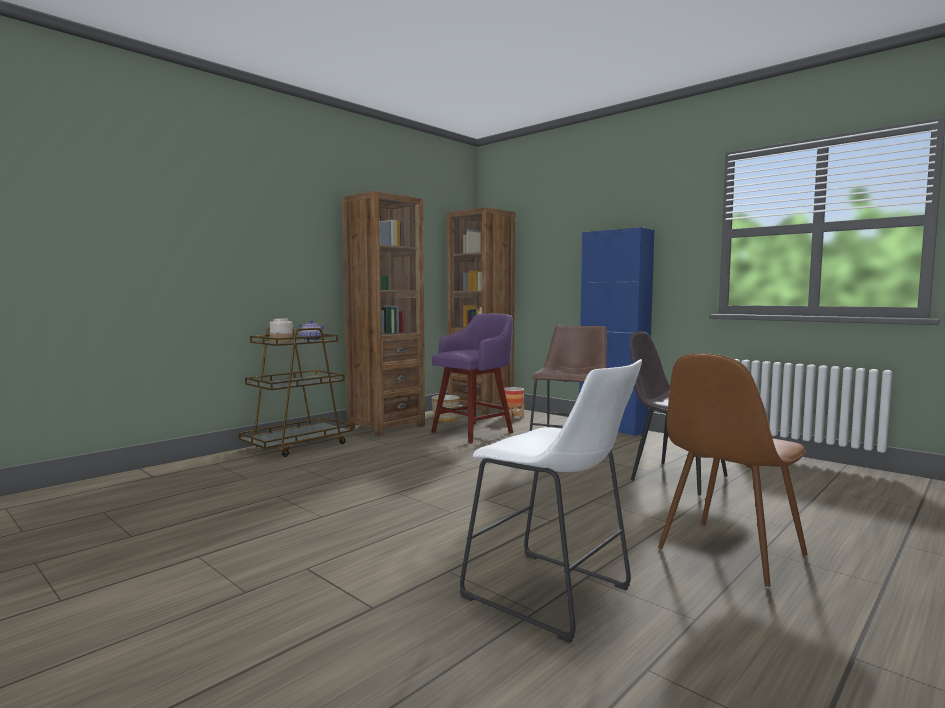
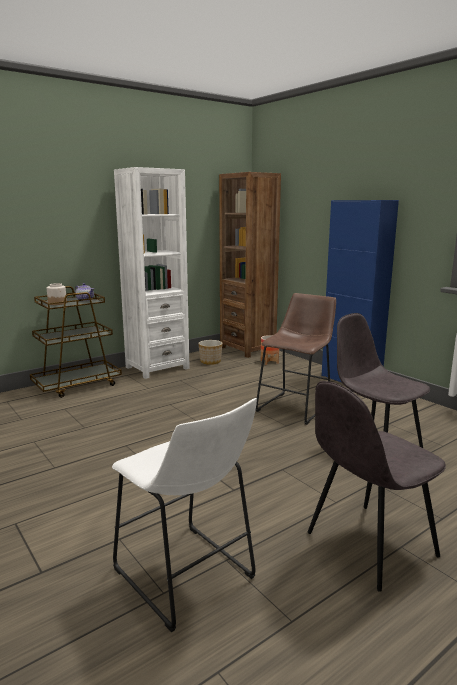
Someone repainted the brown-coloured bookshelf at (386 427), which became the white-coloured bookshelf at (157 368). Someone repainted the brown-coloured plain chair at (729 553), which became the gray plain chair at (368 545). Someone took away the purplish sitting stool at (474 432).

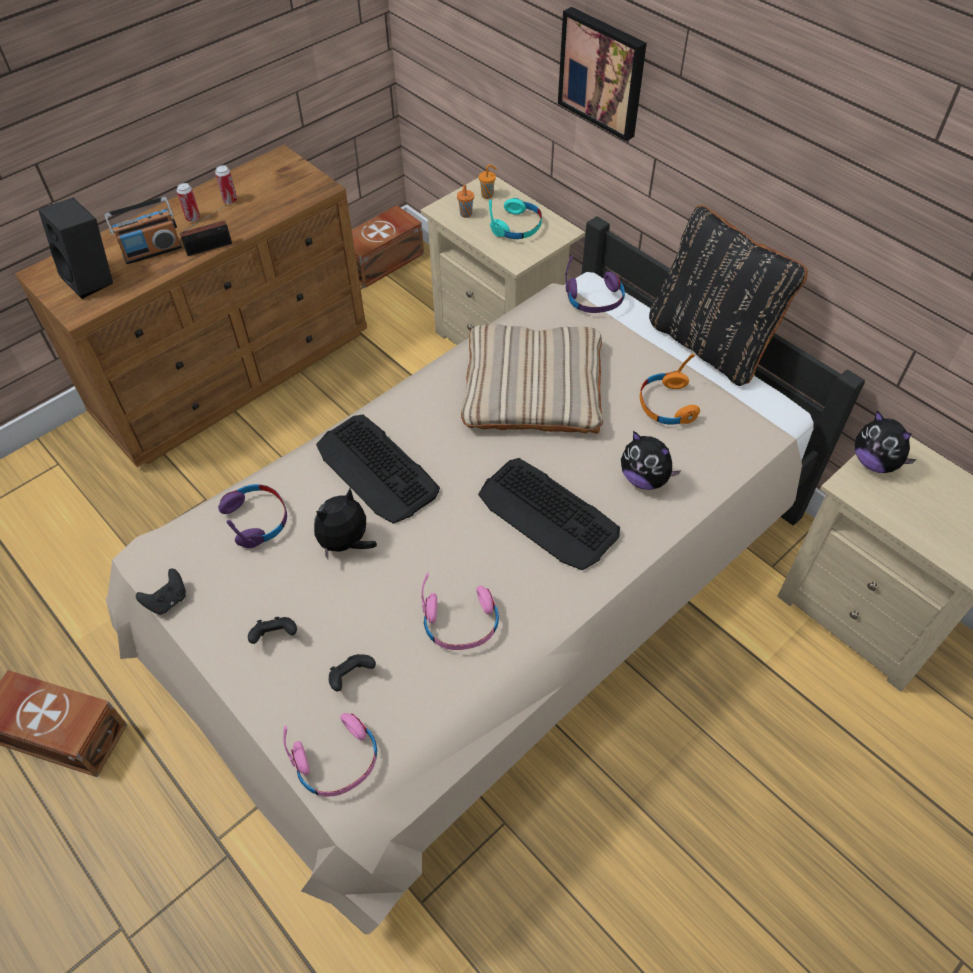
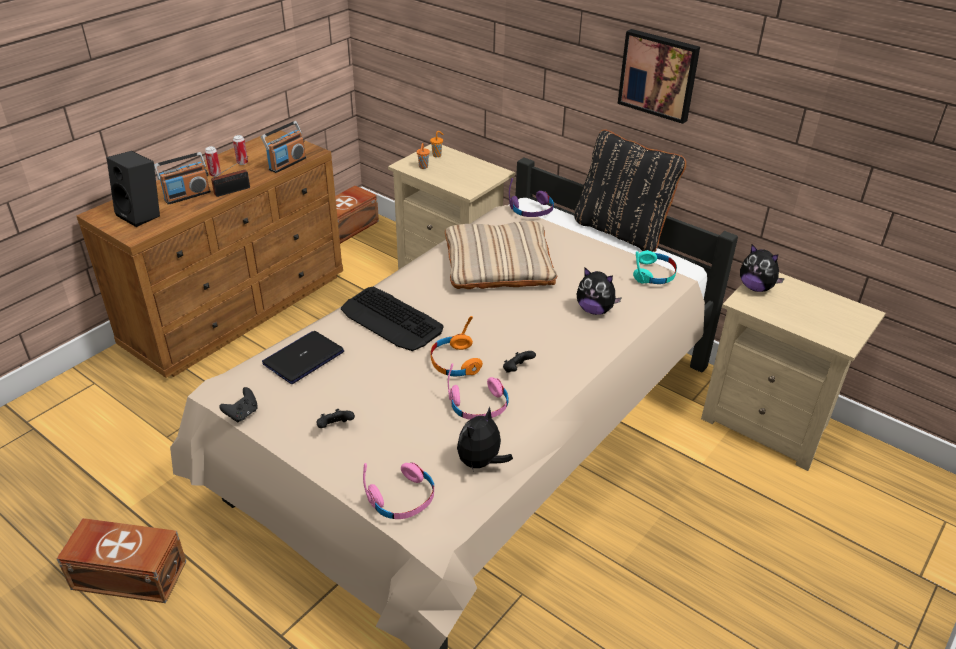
Someone put down the radio set at (287 164). Someone swapped the purplish headset at (257 519) for the notebook computer at (303 358). Someone carried the orange headset from (666 405) to (455 362). Someone carried the plush toy from (346 543) to (481 463). Someone carried the black-coloured joypad from (351 677) to (517 370). Someone carried the wall picture from (603 73) to (659 75). Someone carried the turquoise-coloured headset from (517 227) to (654 274). Someone took away the keyboard at (548 514).

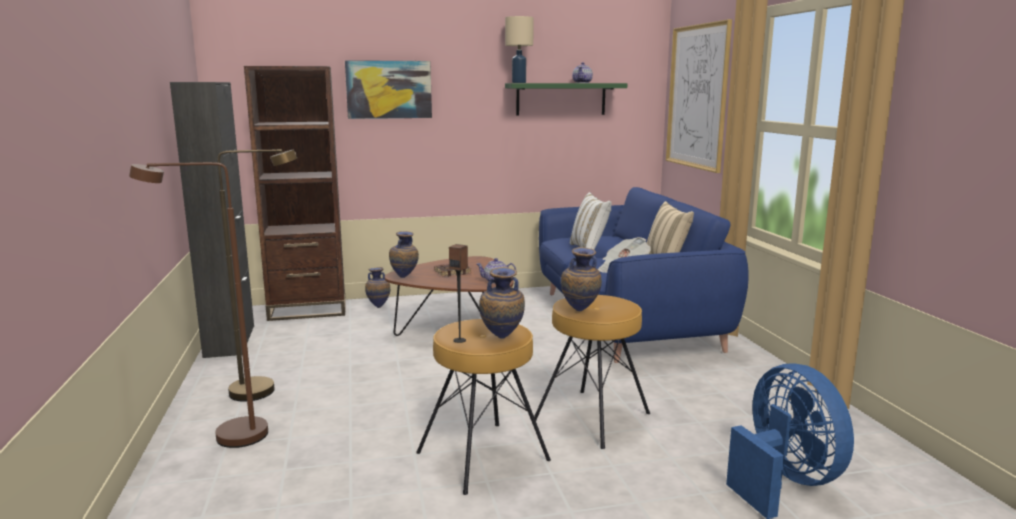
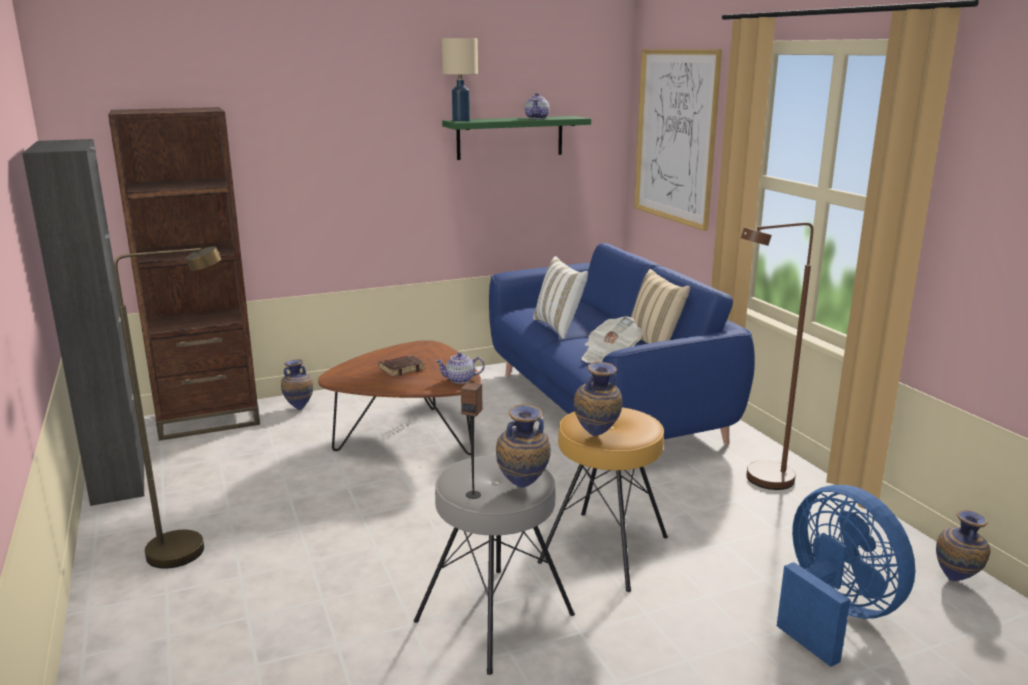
Someone repainted the brown-coloured sitting stool at (483 456), which became the gray sitting stool at (495 618). Someone carried the brown-coloured standard lamp from (227 438) to (760 482). Someone carried the vase from (404 278) to (956 581). Someone took away the wall picture at (389 89).

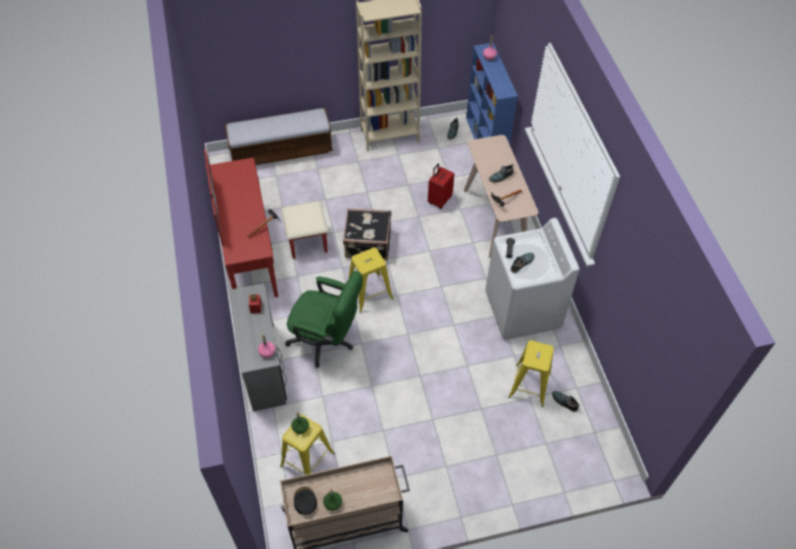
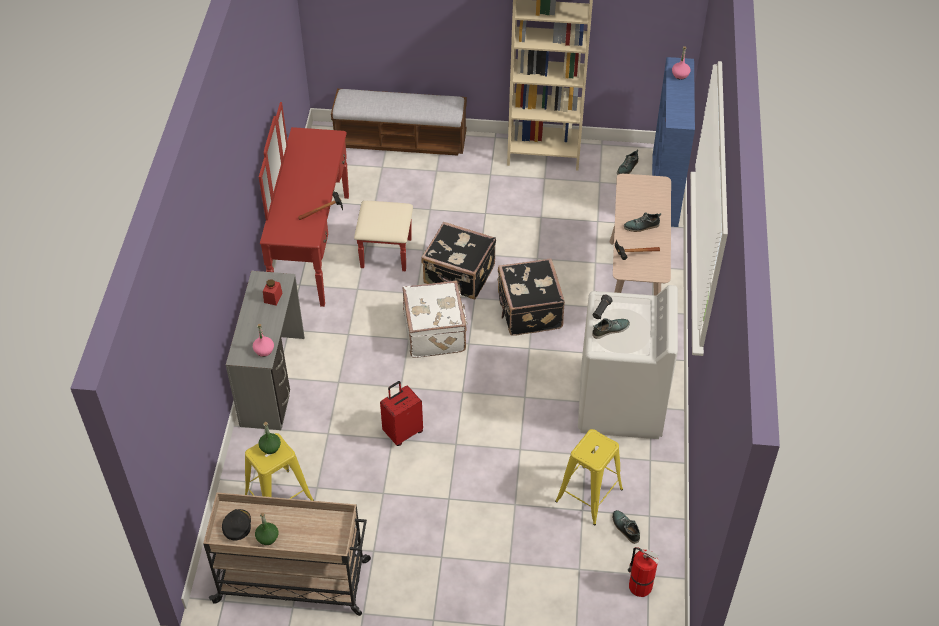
Someone carried the red suitcase from (439 200) to (402 432). Someone swapped the yellow-coloured sitting stool at (369 293) for the white-coloured suitcase at (436 332). Someone put down the black-coloured suitcase at (528 311). Someone put down the fire extinguisher at (639 585). Someone took away the greenish desk chair at (326 341).

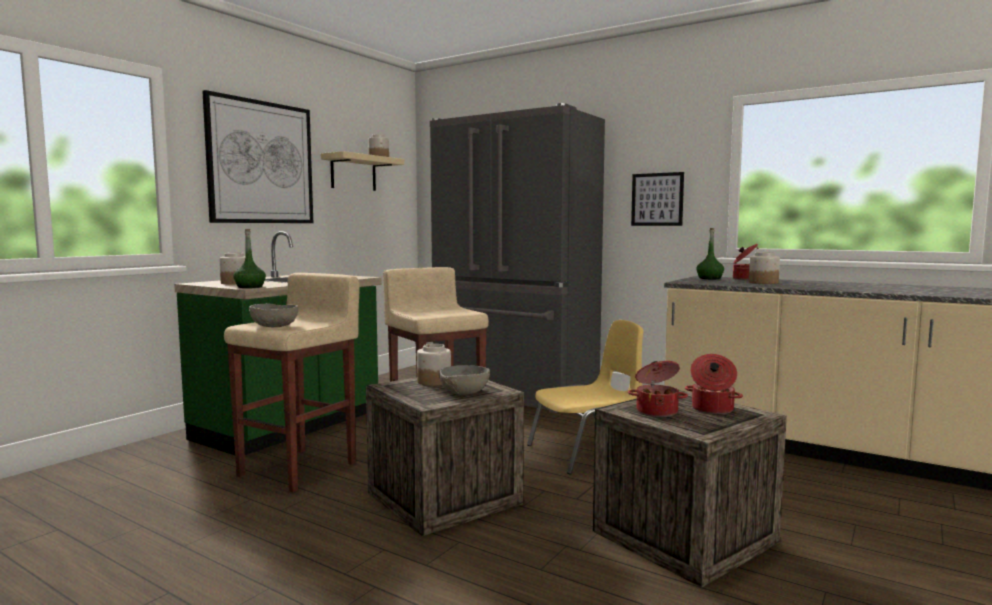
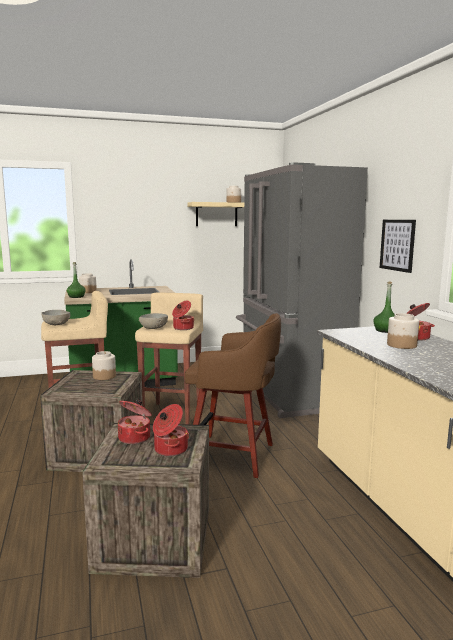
Someone carried the gray deep dish from (464 392) to (153 328). Someone put down the cooking pot at (182 328). Someone swapped the yellow-coloured plain chair at (588 453) for the brown-coloured sitting stool at (234 455). Someone took away the wall picture at (261 162).

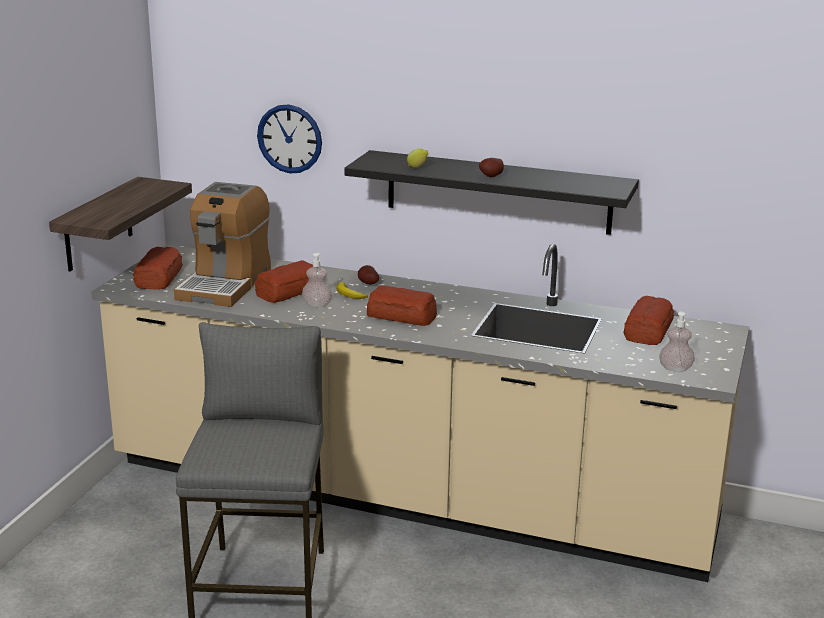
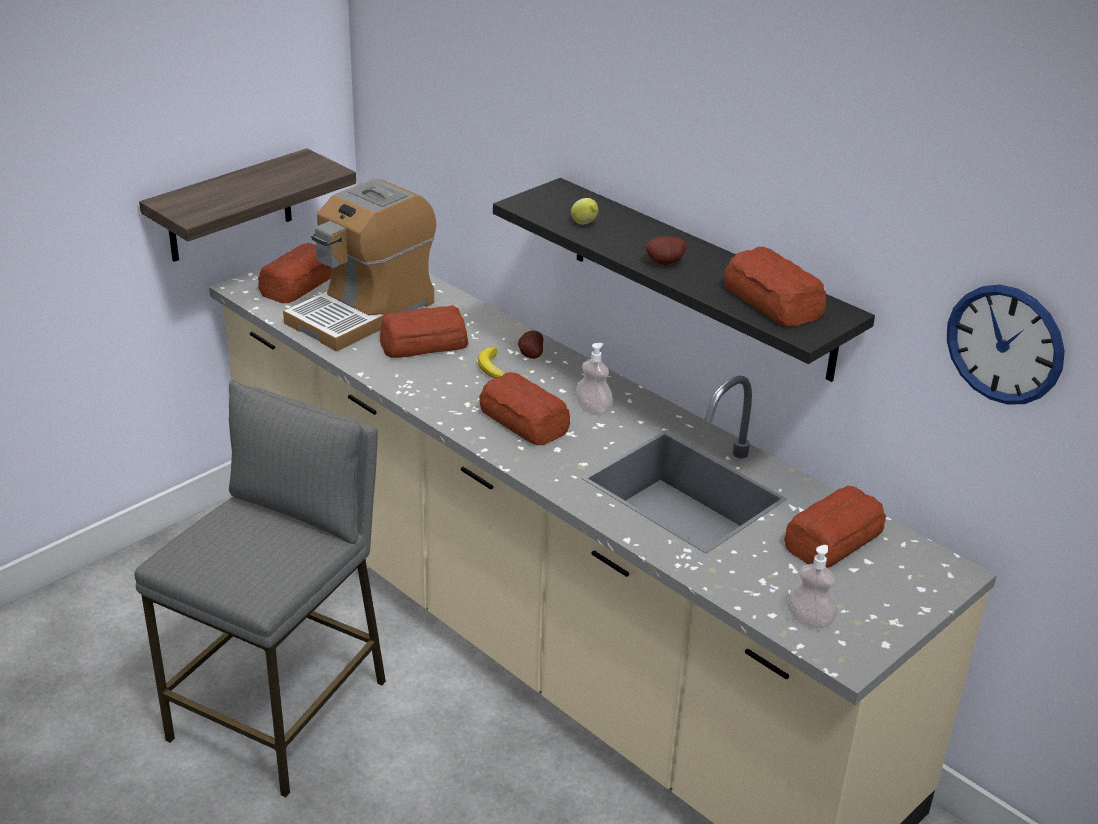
Someone carried the liquid soap bottle from (317 304) to (593 409). Someone put down the bakery bread at (773 302). Someone carried the clock on the wall from (289 138) to (1005 344).

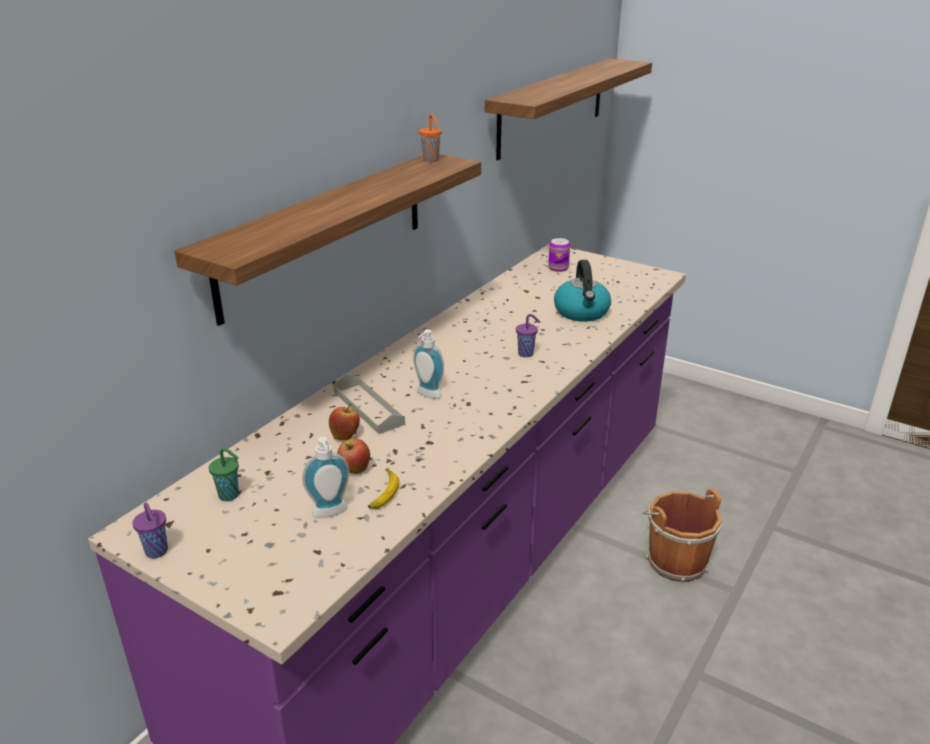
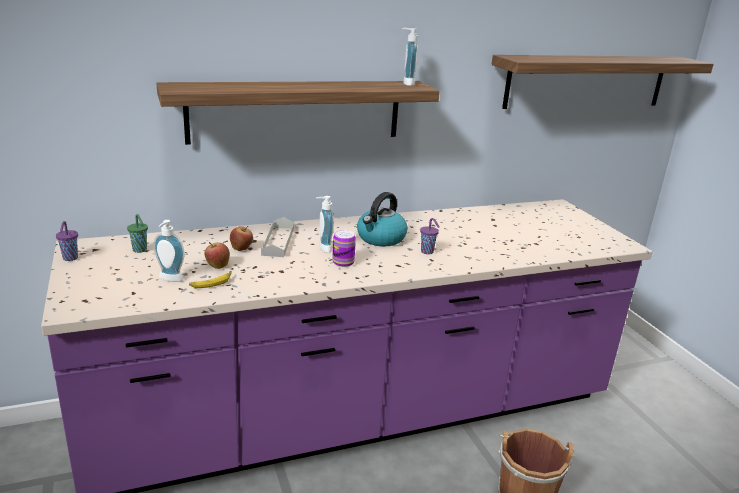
Someone carried the can from (558 268) to (343 262). Someone carried the water kettle from (582 312) to (381 238). Someone swapped the orange small cup at (431 160) for the liquid soap bottle at (406 83).

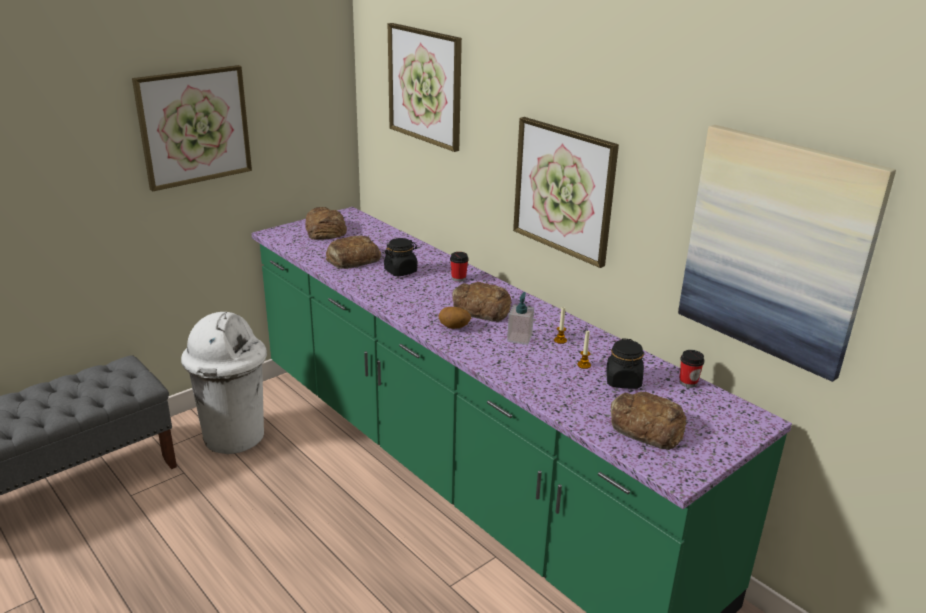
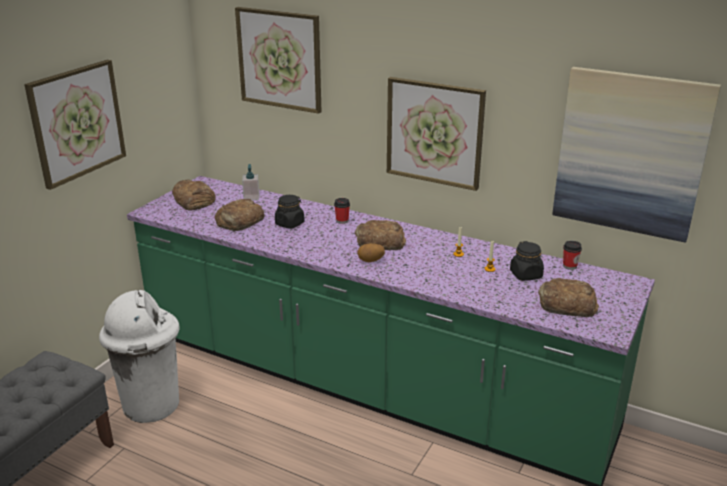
Someone carried the liquid soap bottle from (519 338) to (251 197).

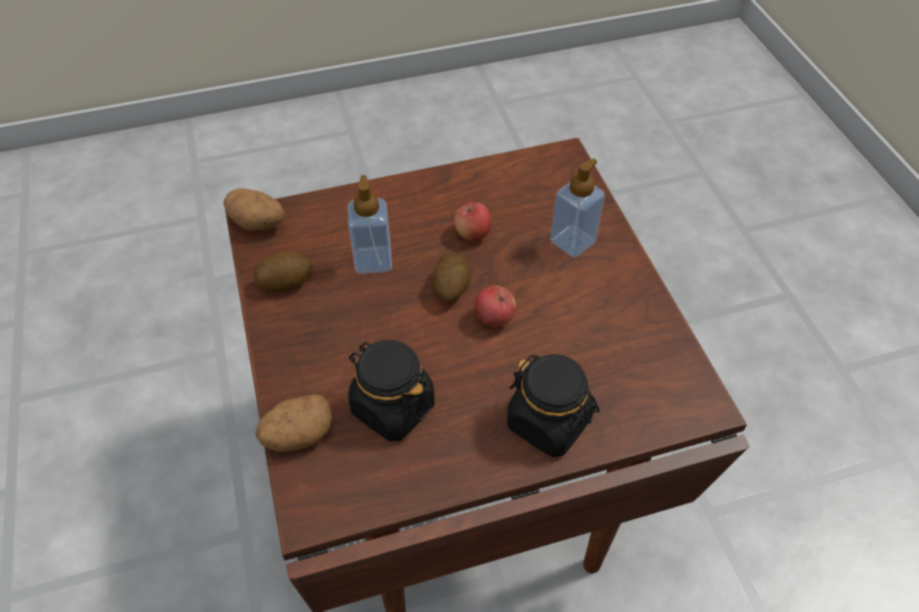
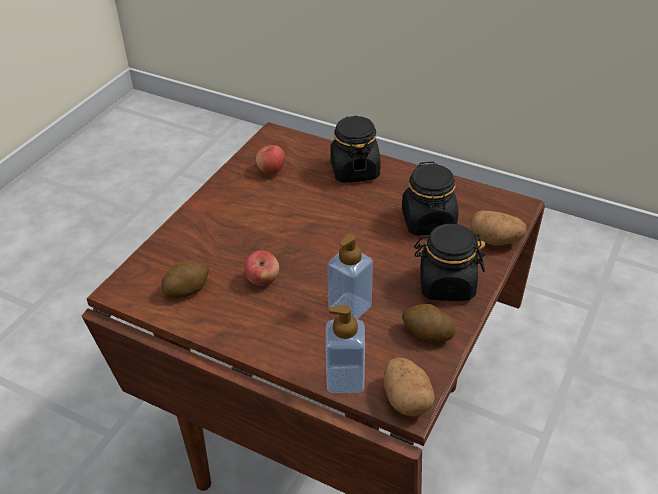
Someone carried the whole potato from (451 288) to (187 289). Someone carried the whole apple from (494 318) to (271 170). Someone carried the liquid soap bottle from (572 241) to (345 379). Someone put down the black-coloured storage jar at (446 284).

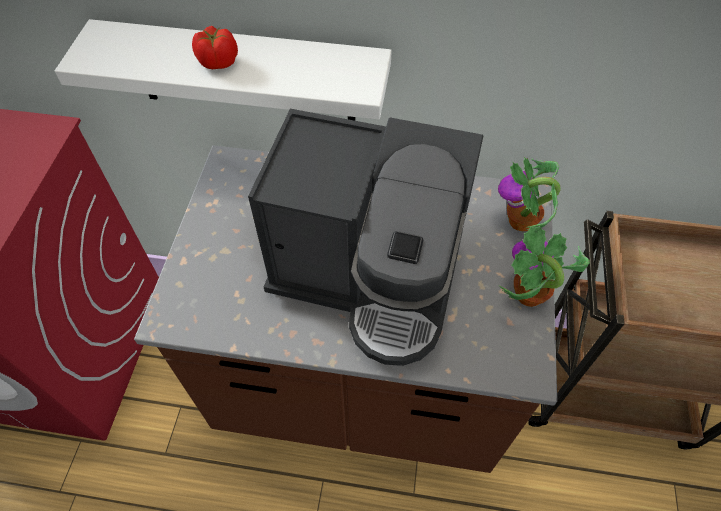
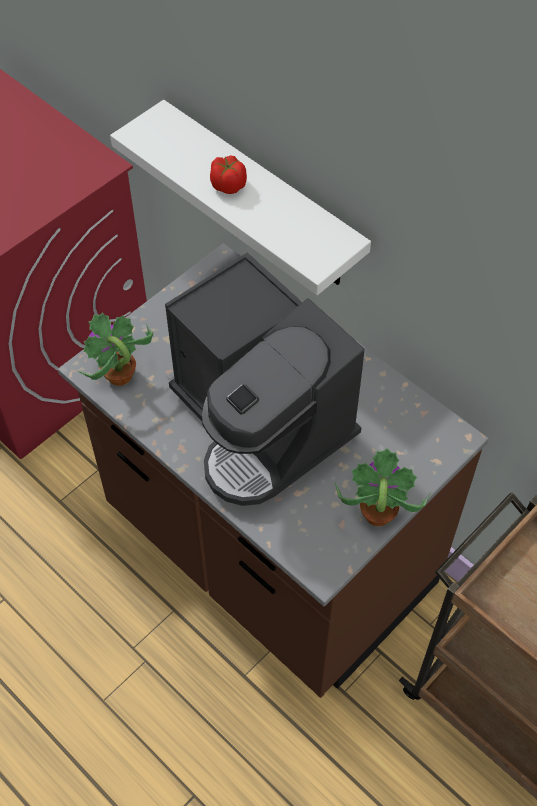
Someone carried the potted plant from (521 222) to (119 376).

